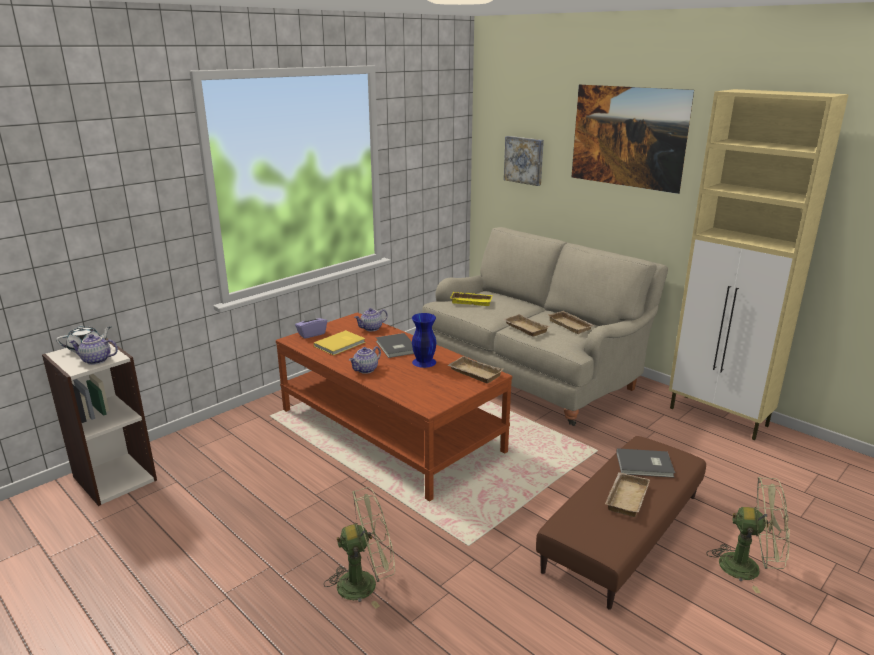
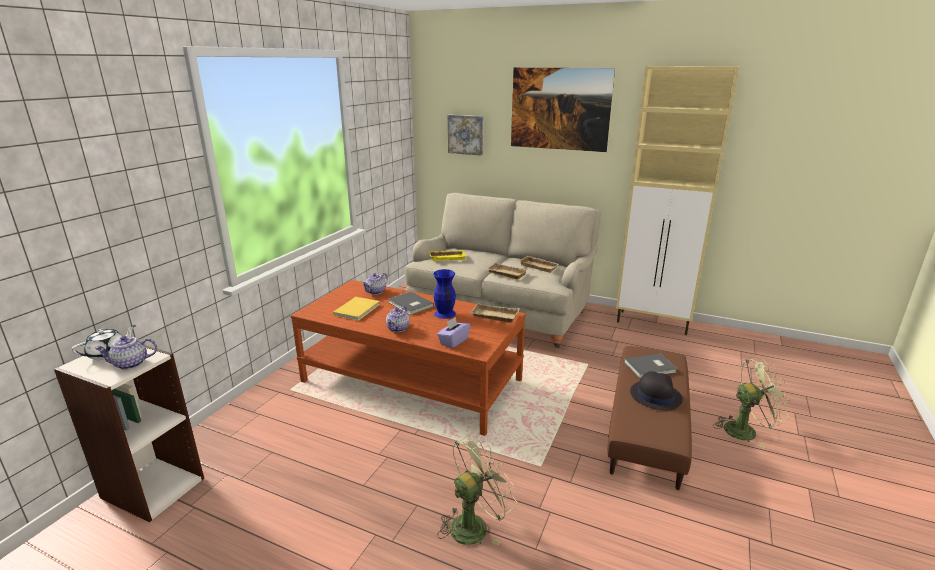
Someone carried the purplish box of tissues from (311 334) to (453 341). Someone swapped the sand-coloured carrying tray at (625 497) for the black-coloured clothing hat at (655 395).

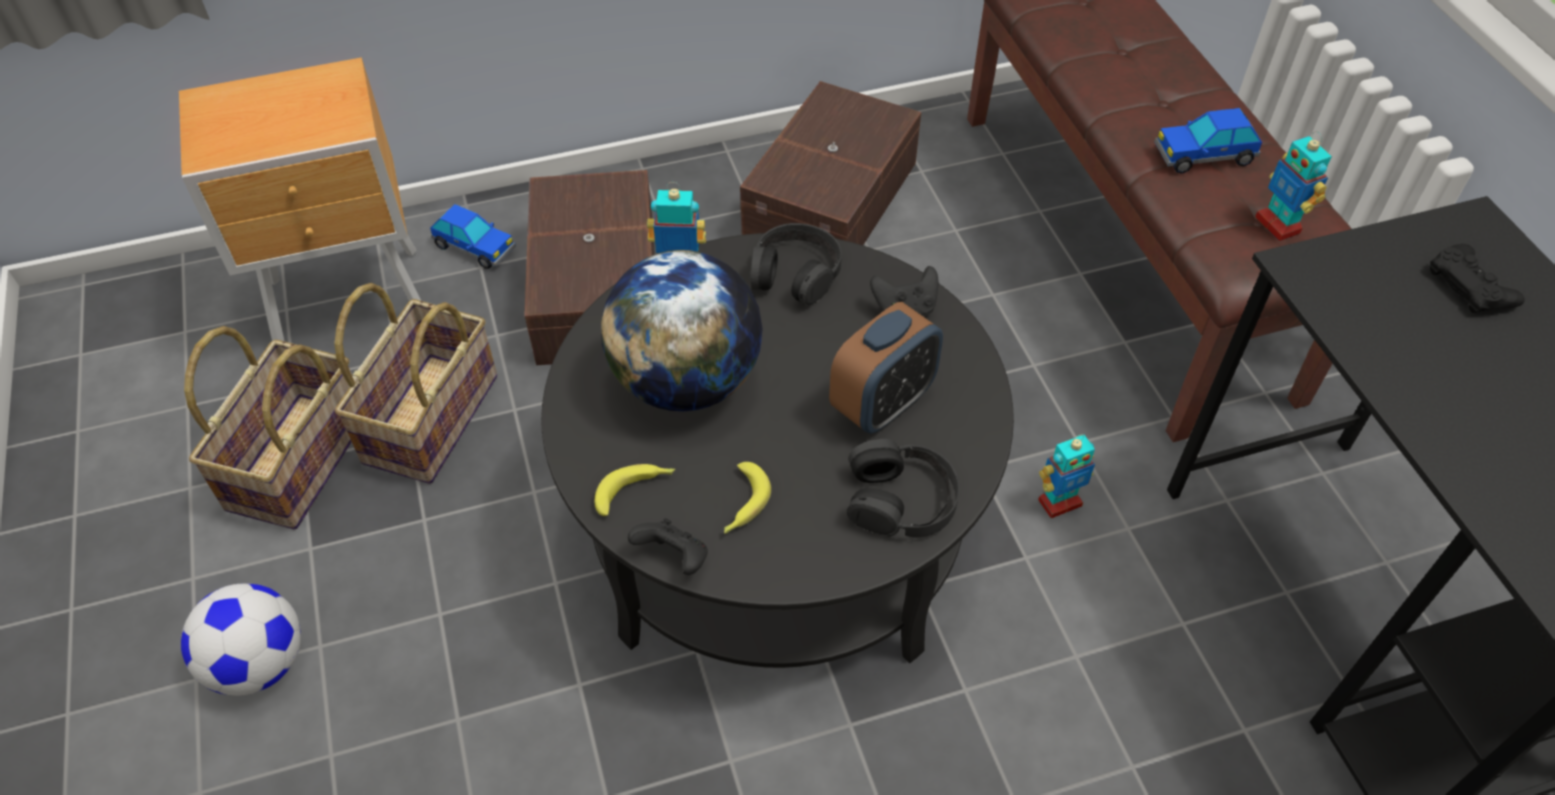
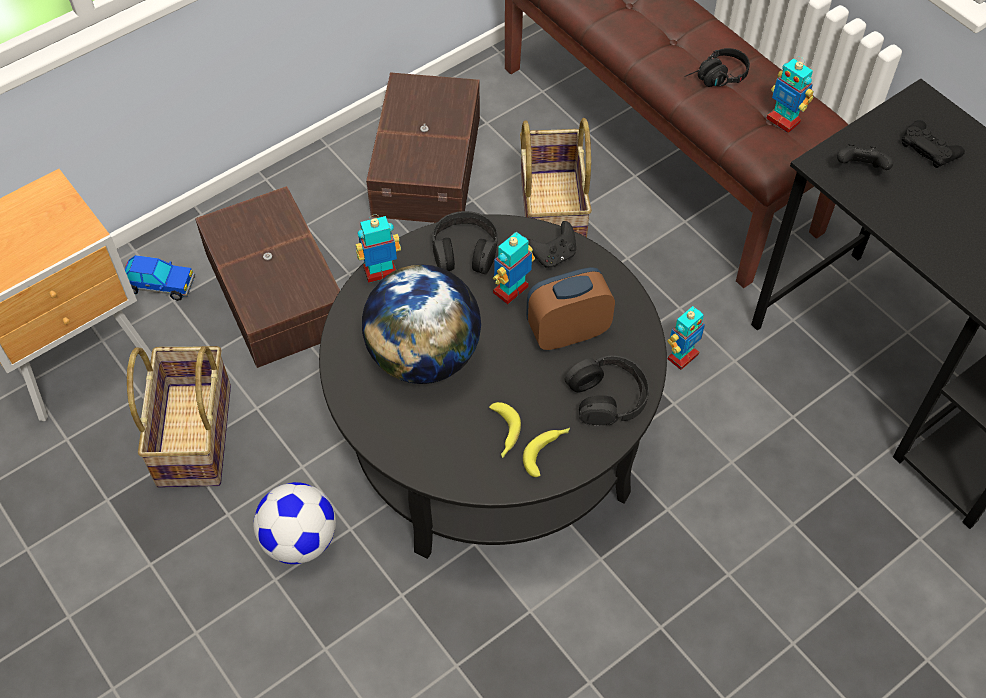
Someone carried the football from (259 663) to (299 540). Someone put down the robot figure at (511 291). Someone carried the storage basket from (297 460) to (550 212). Someone carried the banana from (635 490) to (547 452). Someone rotated the alarm clock at (882 403) by 135 degrees counterclockwise. Someone swapped the toy car at (1204 155) for the black-coloured headset at (716 78). Someone carried the black-coloured joypad from (674 558) to (859 169).

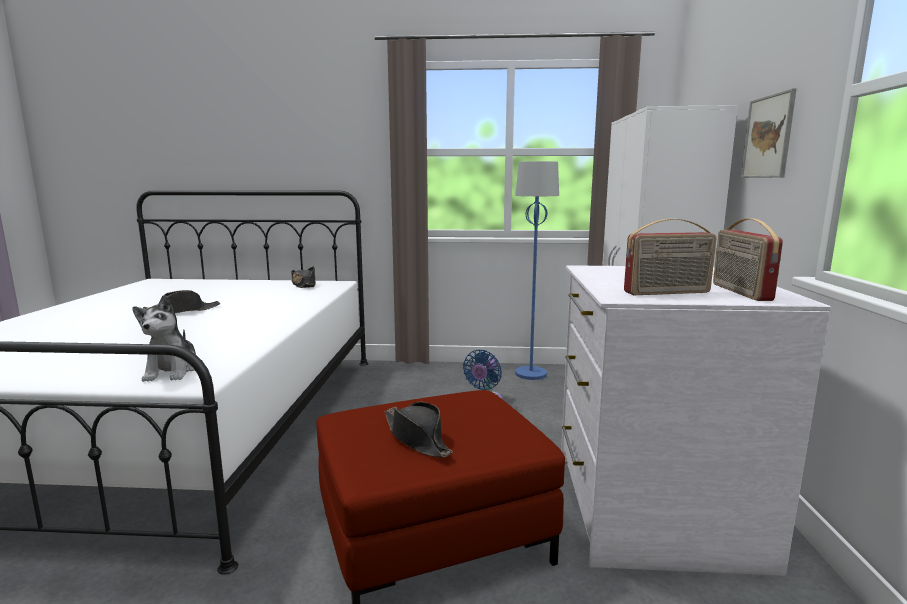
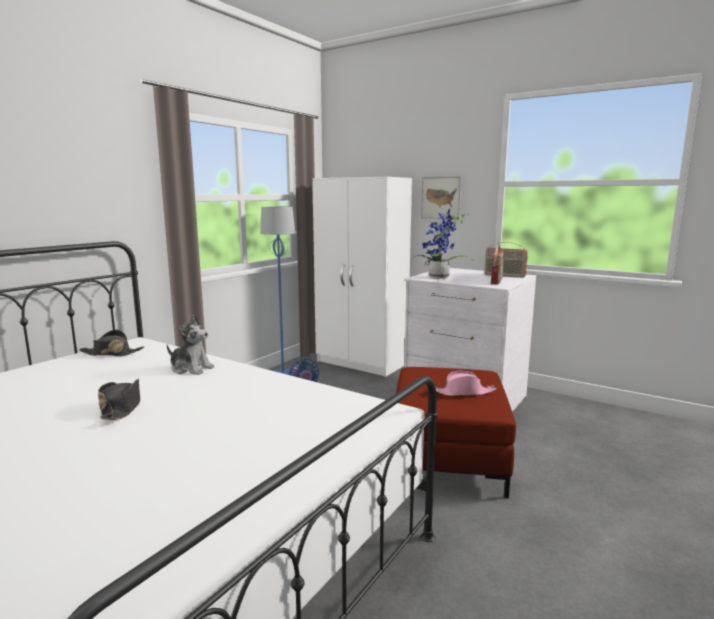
Someone carried the plush toy from (173 371) to (191 368). Someone put down the potted plant at (439 278). Someone repainted the black-coloured clothing hat at (417 438), which became the pinkish clothing hat at (463 392).

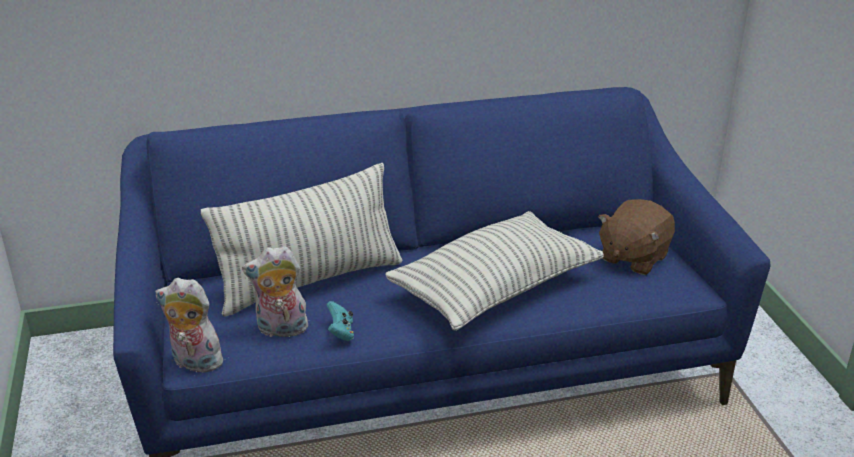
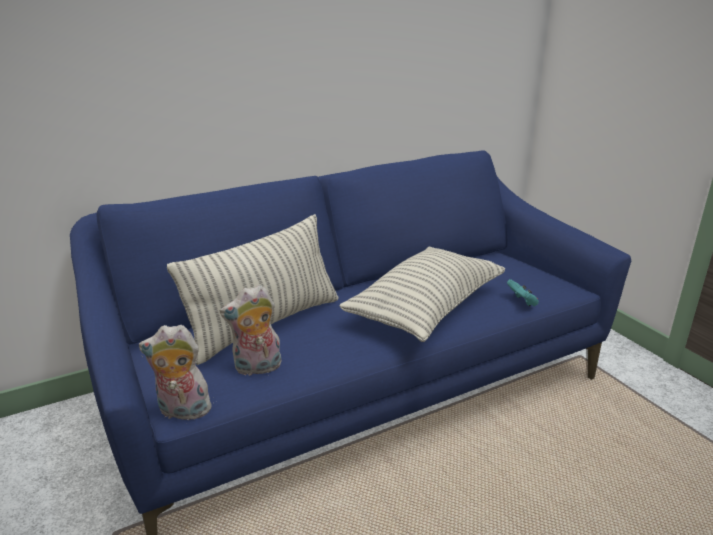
Someone carried the turquoise-coloured joypad from (341 332) to (522 302). Someone took away the brown-coloured plush toy at (633 257).

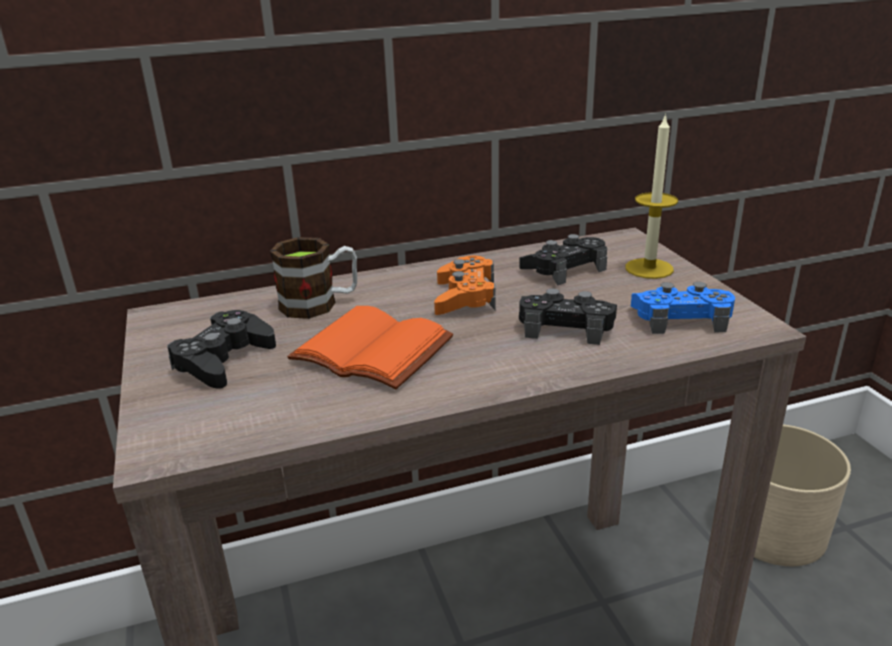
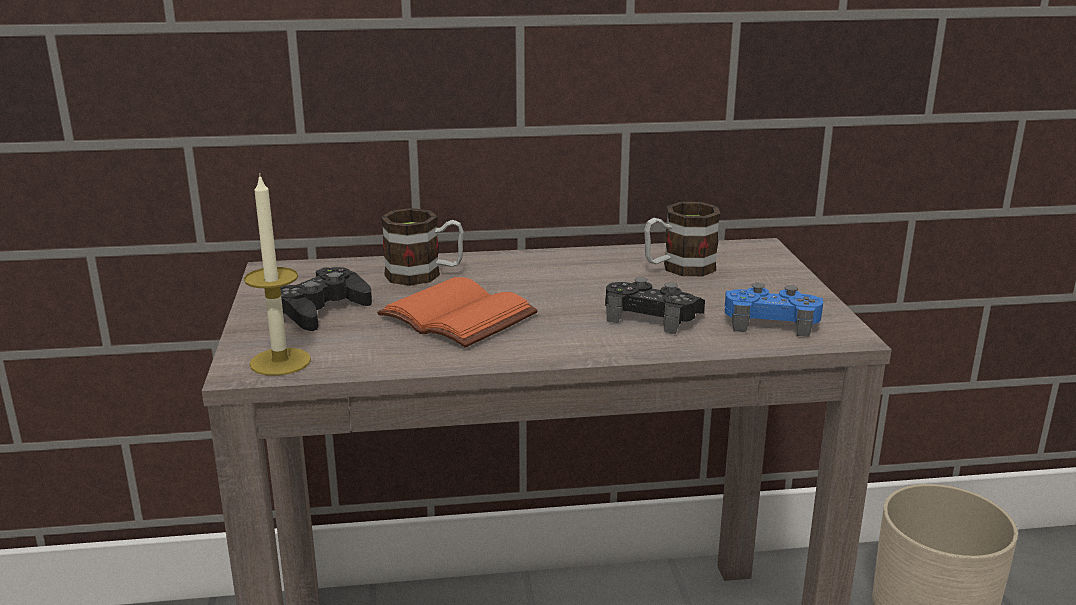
Someone carried the candle from (649 268) to (280 362). Someone swapped the black-coloured joypad at (564 269) for the coffee mug at (678 268). Someone took away the orange joypad at (465 297).

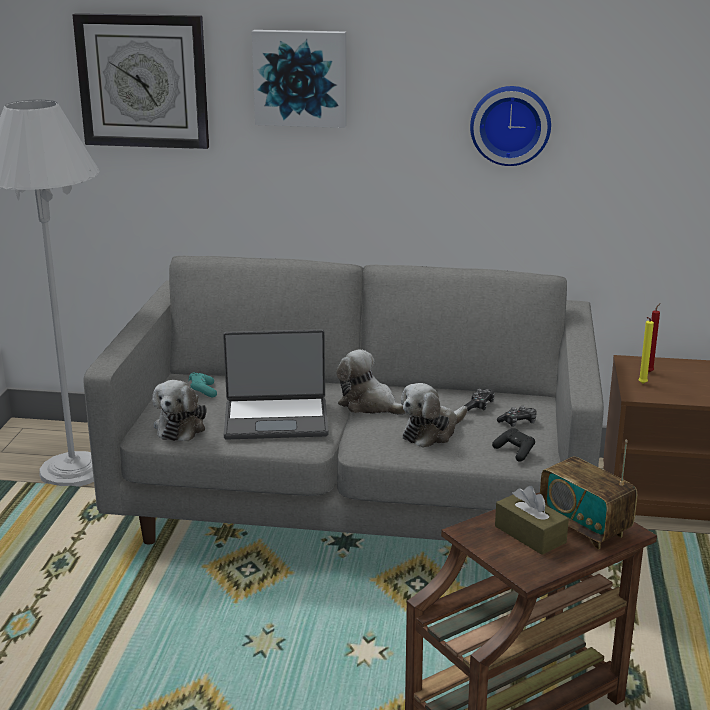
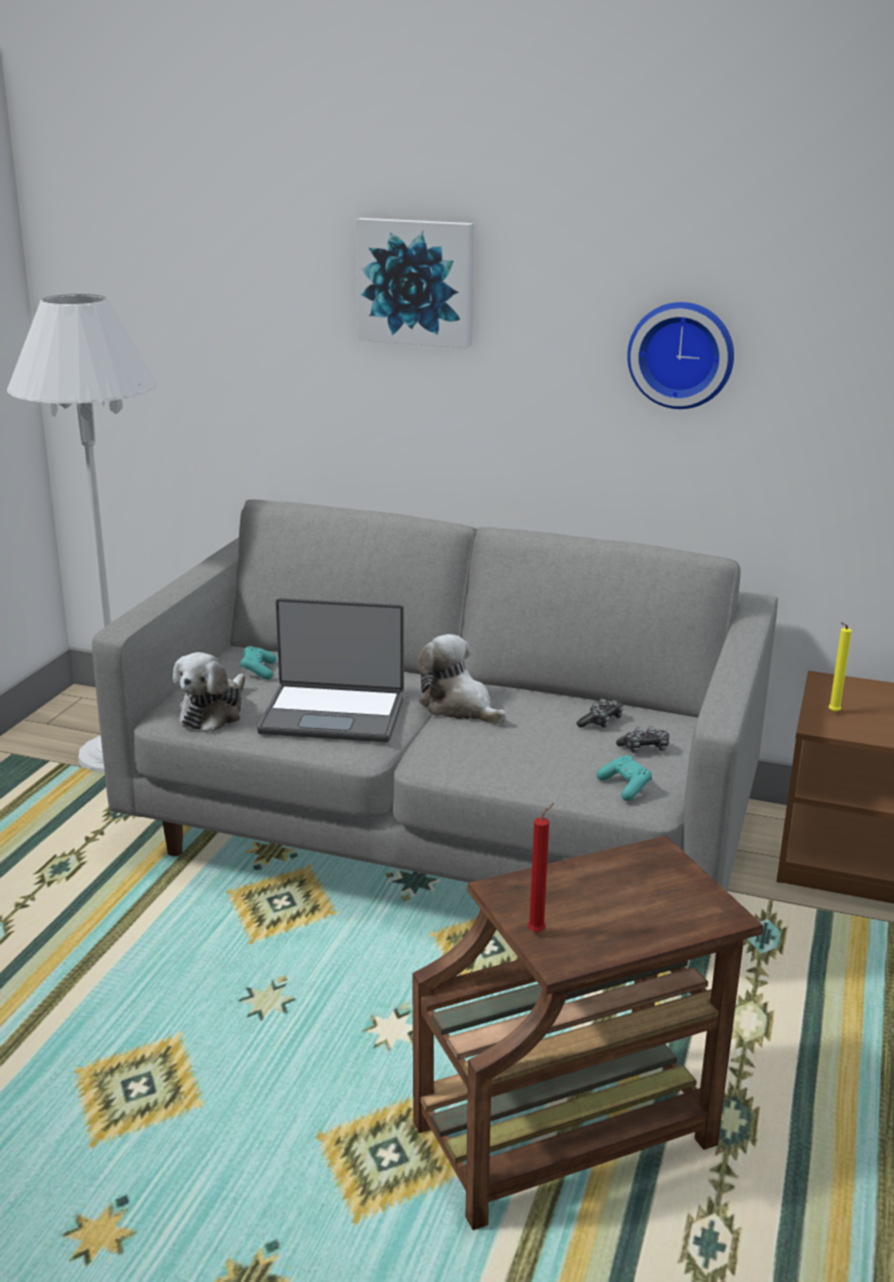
Someone carried the red candle from (650 371) to (538 931). Someone repainted the black-coloured joypad at (515 451), which became the turquoise-coloured joypad at (625 787). Someone took away the clock on the wall at (143 81). Someone took away the plush toy at (431 432). Someone took away the brown-coloured box of tissues at (530 534). Someone took away the radio set at (584 527).

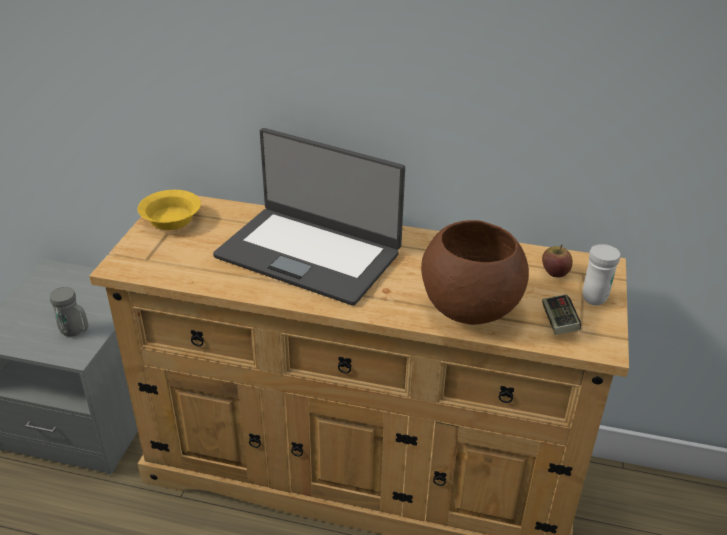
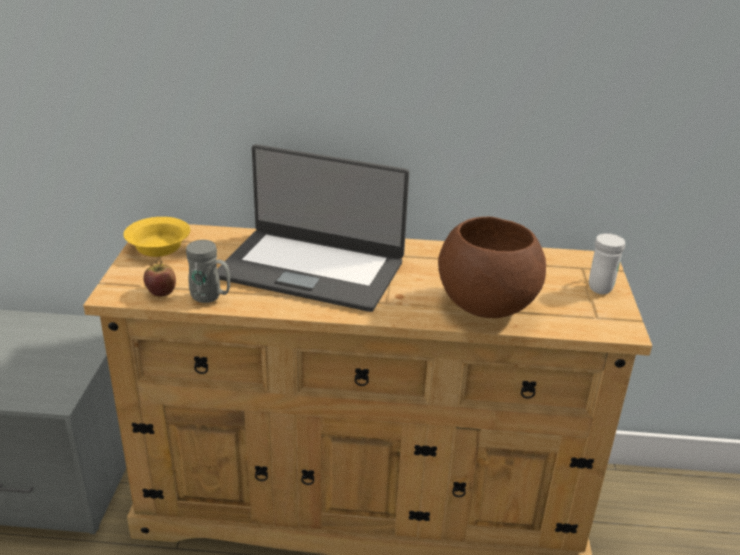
Someone carried the whole apple from (554 272) to (161 292). Someone carried the gray coffee mug from (75 332) to (211 298). Someone took away the joypad at (559 322).

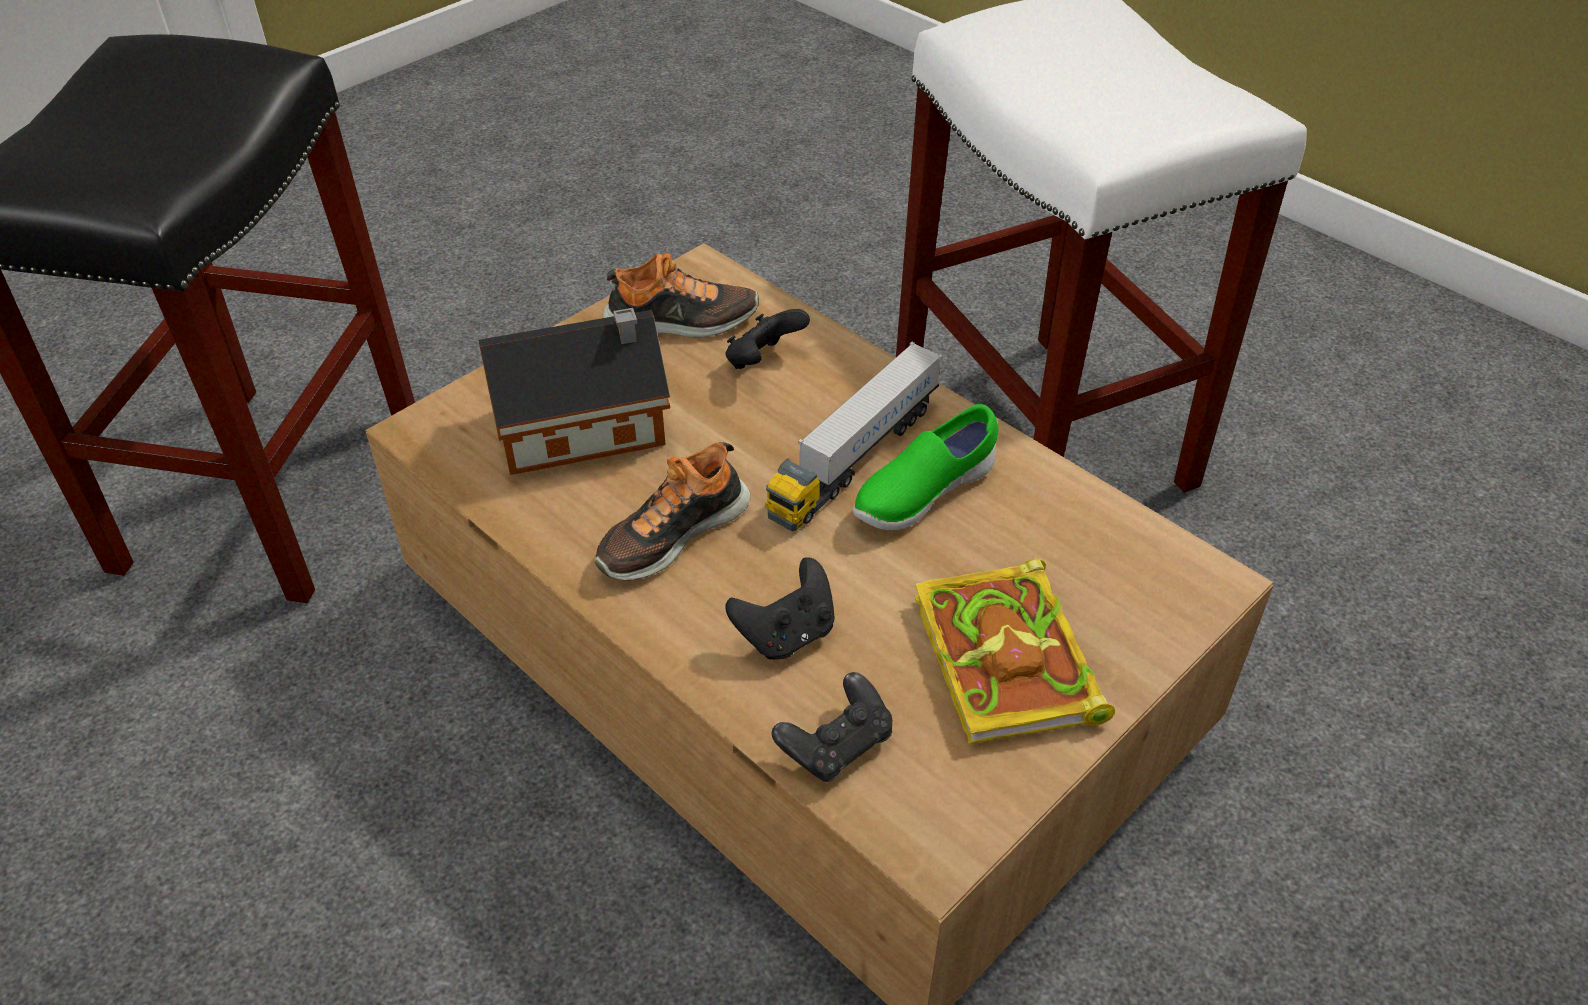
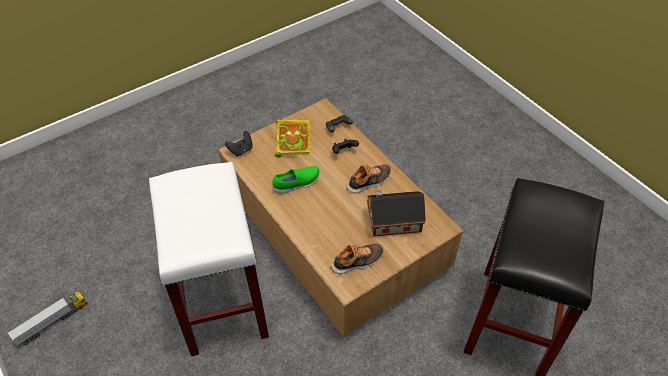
Someone carried the model truck from (854 458) to (52 322). Someone carried the black-coloured joypad from (763 361) to (241 150). Someone rotated the item of footwear at (681 321) by 150 degrees clockwise.

